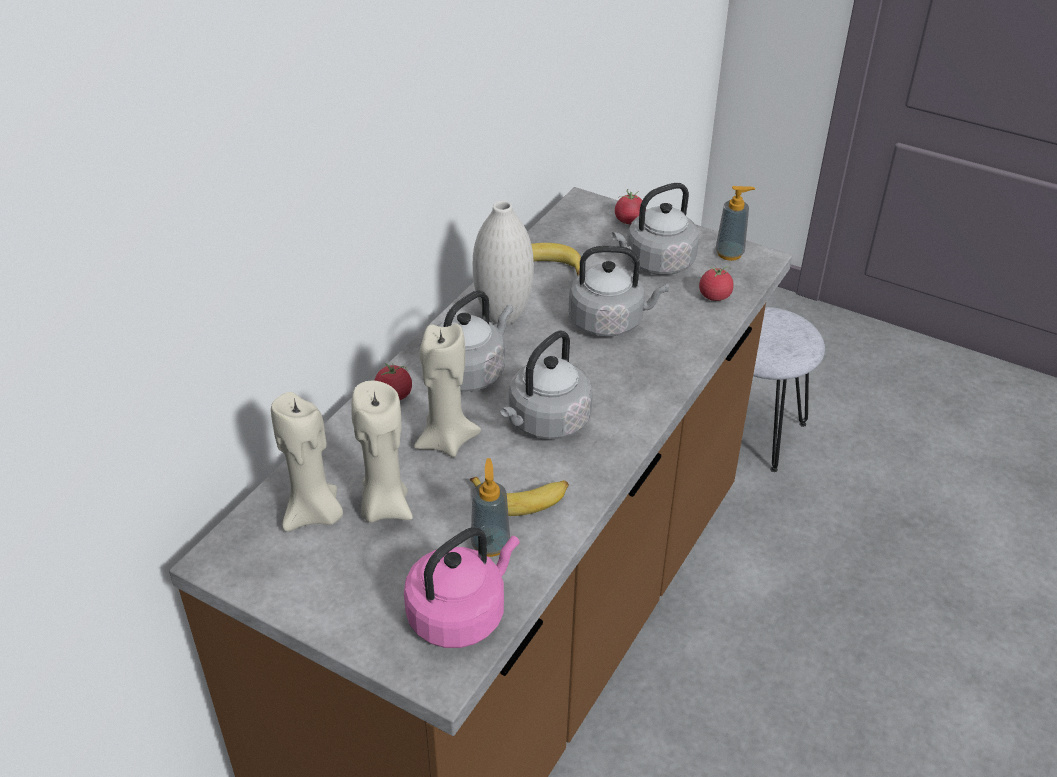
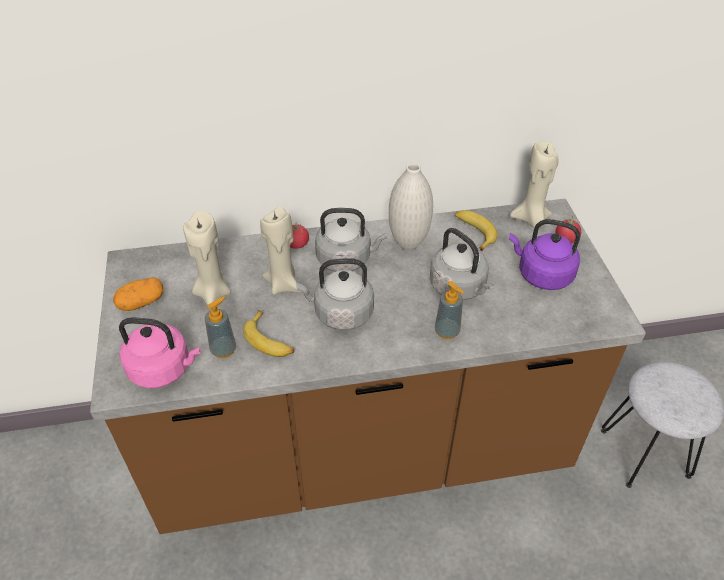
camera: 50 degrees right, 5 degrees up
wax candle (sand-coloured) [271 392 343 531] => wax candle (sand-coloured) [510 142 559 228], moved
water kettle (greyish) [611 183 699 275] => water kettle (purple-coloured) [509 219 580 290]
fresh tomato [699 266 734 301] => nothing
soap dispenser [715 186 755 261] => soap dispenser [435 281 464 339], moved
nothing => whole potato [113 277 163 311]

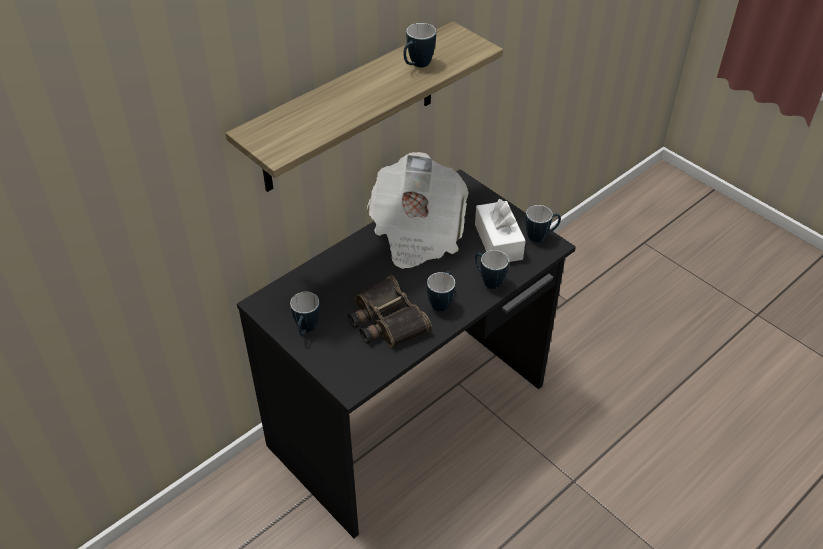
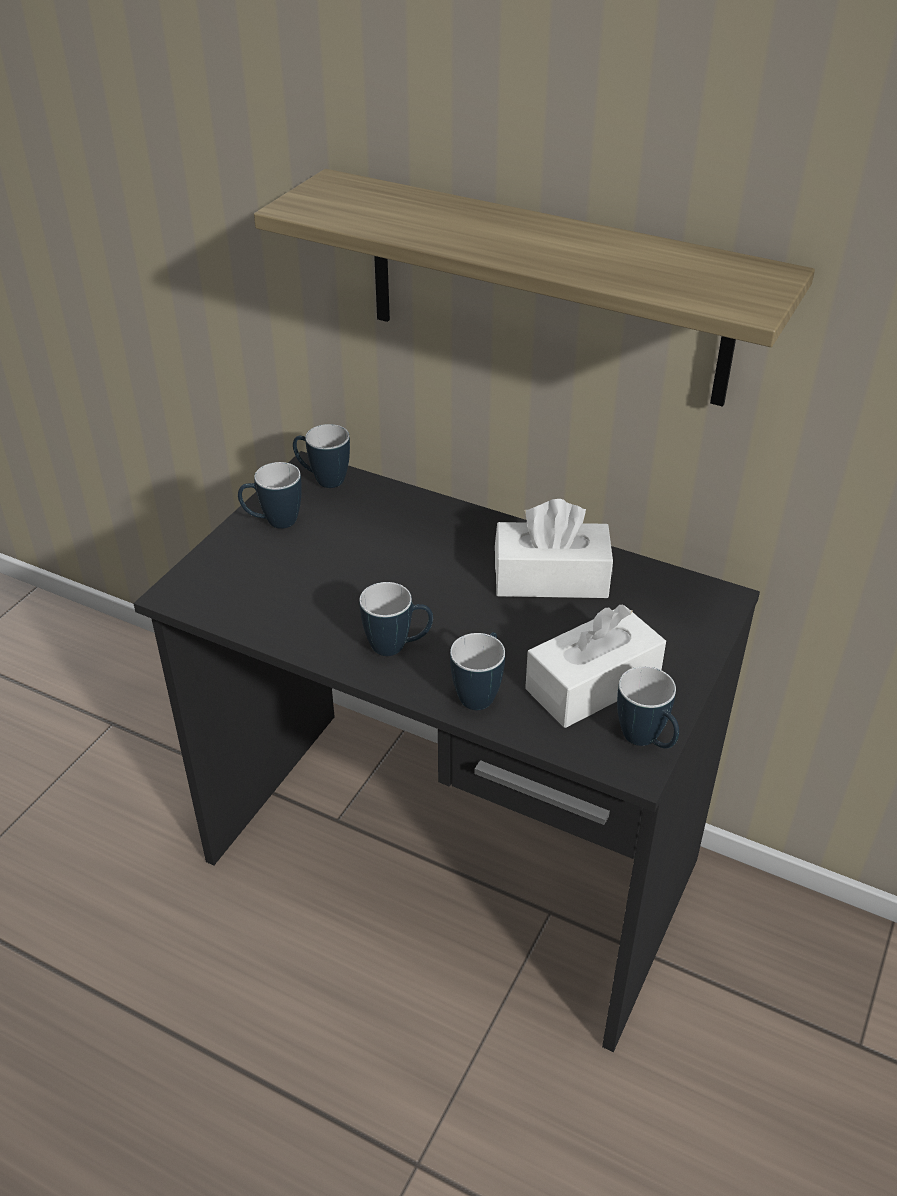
camera: 70 degrees right, 5 degrees down
pair of binoculars [348 275 432 347] => nothing
printed paper [367 152 469 269] => tissue box (whitish) [495 499 613 598]
coffee mug [403 23 436 68] => coffee mug [293 424 350 488], moved

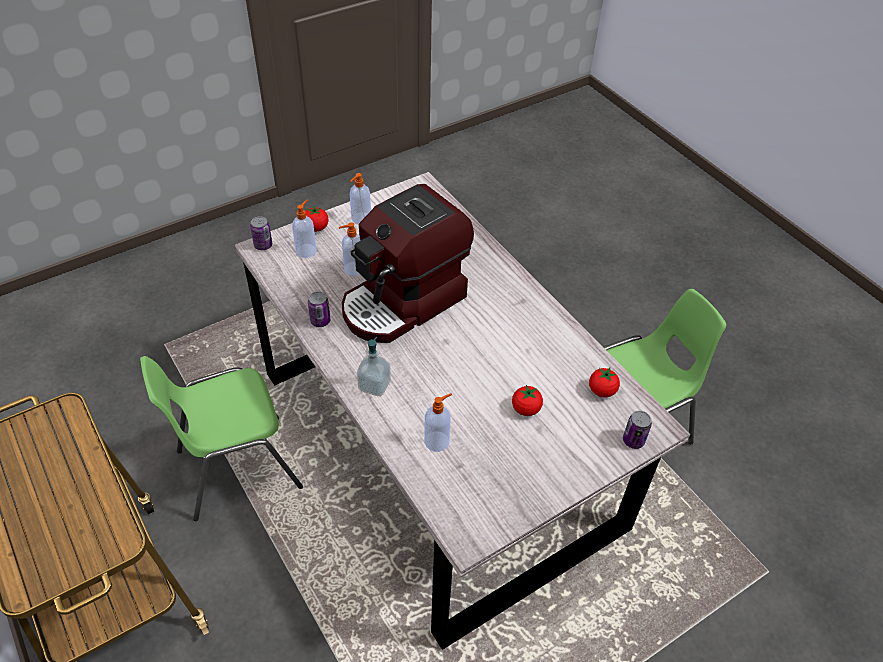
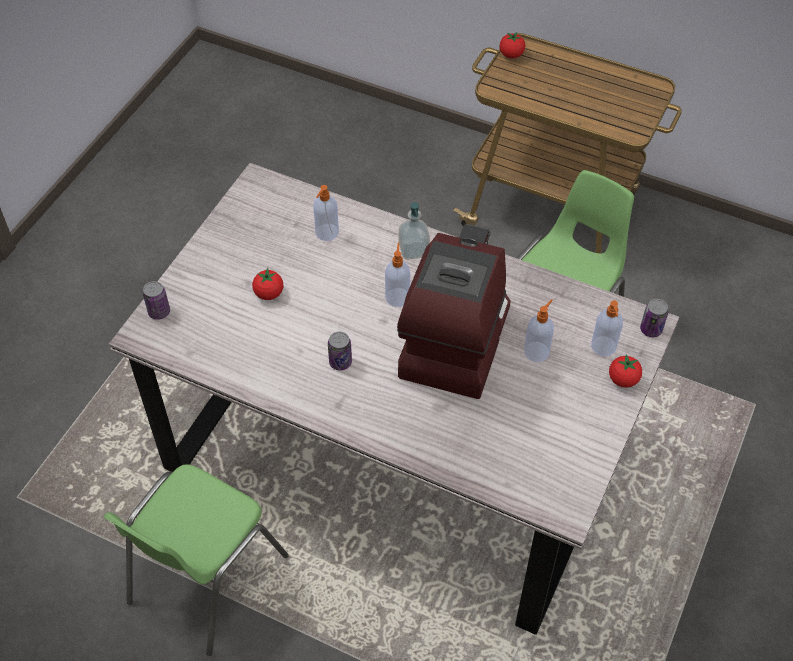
camera: 150 degrees right, 5 degrees up
metal can [308 291 330 327] => metal can [328 332 352 370], moved
soap dispenser [350 173 371 225] => soap dispenser [385 242 410 307], moved
fresh tomato [589 367 620 398] => fresh tomato [499 32 525 59], moved

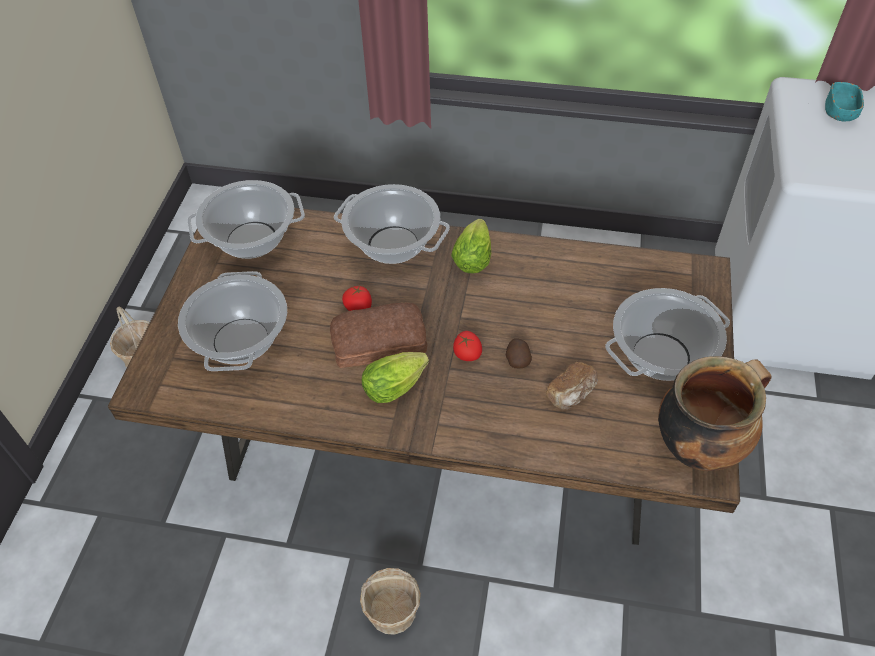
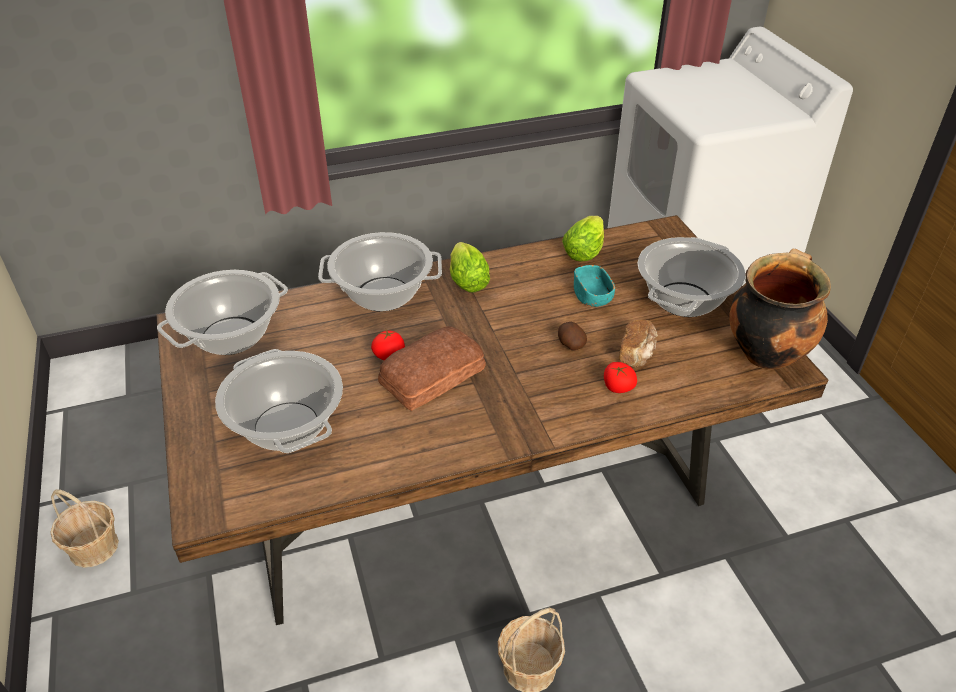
camera: 30 degrees left, 10 degrees down
head of lettuce [362 352 429 403] => head of lettuce [562 216 604 261], moved
fresh tomato [453 331 482 361] => fresh tomato [604 362 637 393], moved
deep dish (turquoise) [825 82 864 121] => deep dish (turquoise) [574 265 615 307], moved

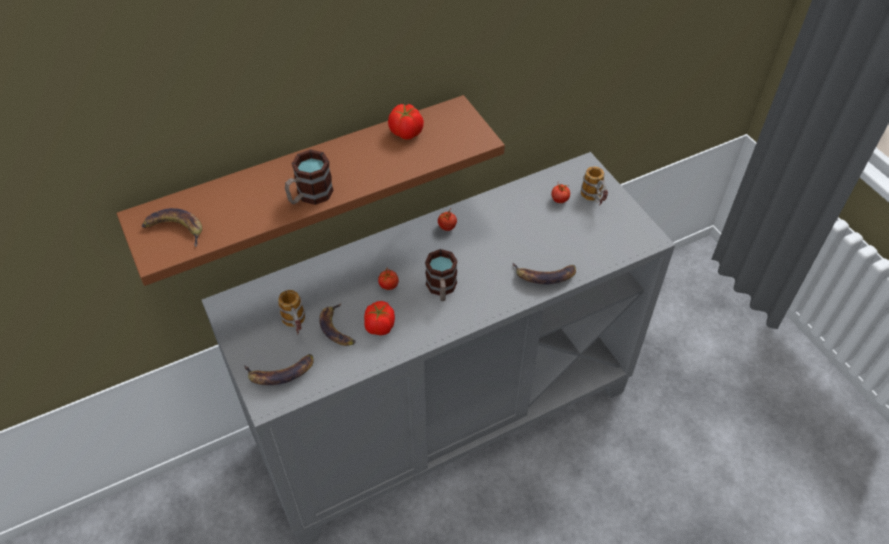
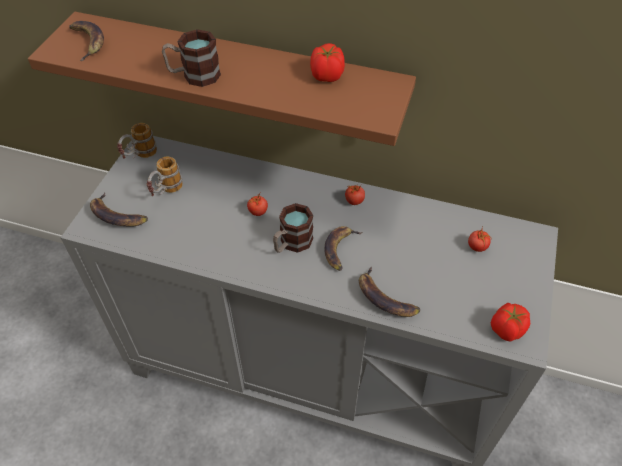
camera: 45 degrees right, 0 degrees up
whole banana [319 303 356 346] => whole banana [324 226 363 271], moved
fresh tomato [364 301 395 335] => fresh tomato [491 303 530 342], moved
coffee mug [581 166 608 206] => coffee mug [117 123 157 159], moved

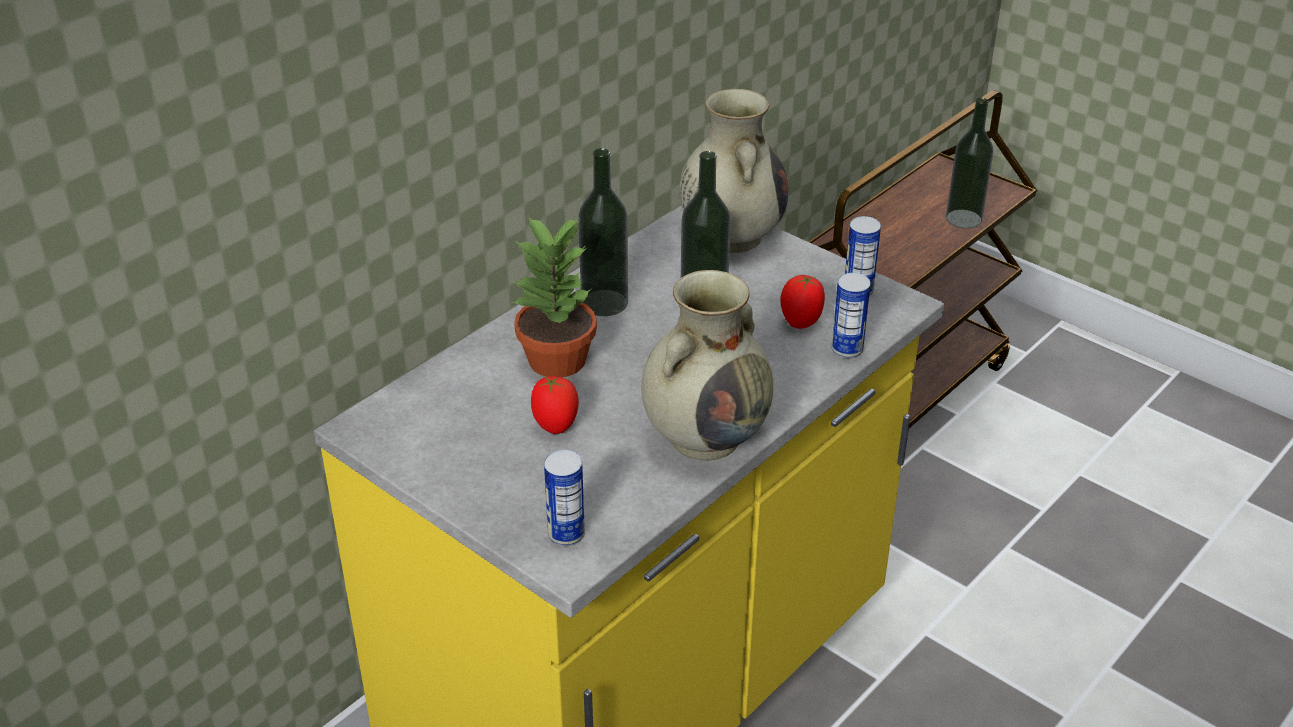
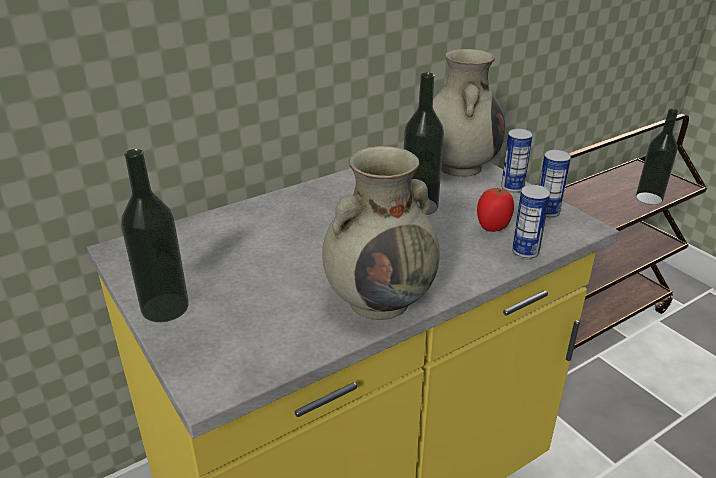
camera: 15 degrees right, 5 degrees down
houseplant [512 216 597 377] => nothing
fresh tomato [531 375 579 434] => nothing
metal can [544 450 585 546] => metal can [501 129 533 193], moved
bottle [578 148 628 316] => bottle [121 149 189 322], moved

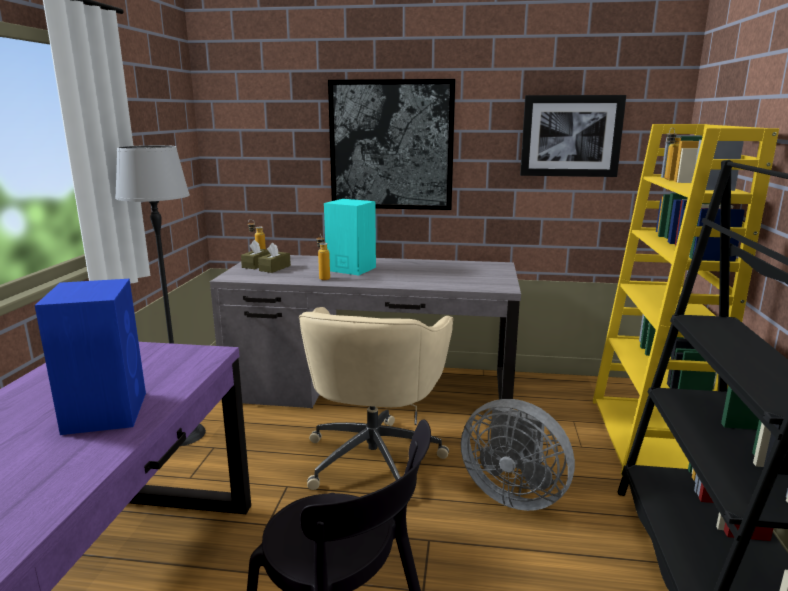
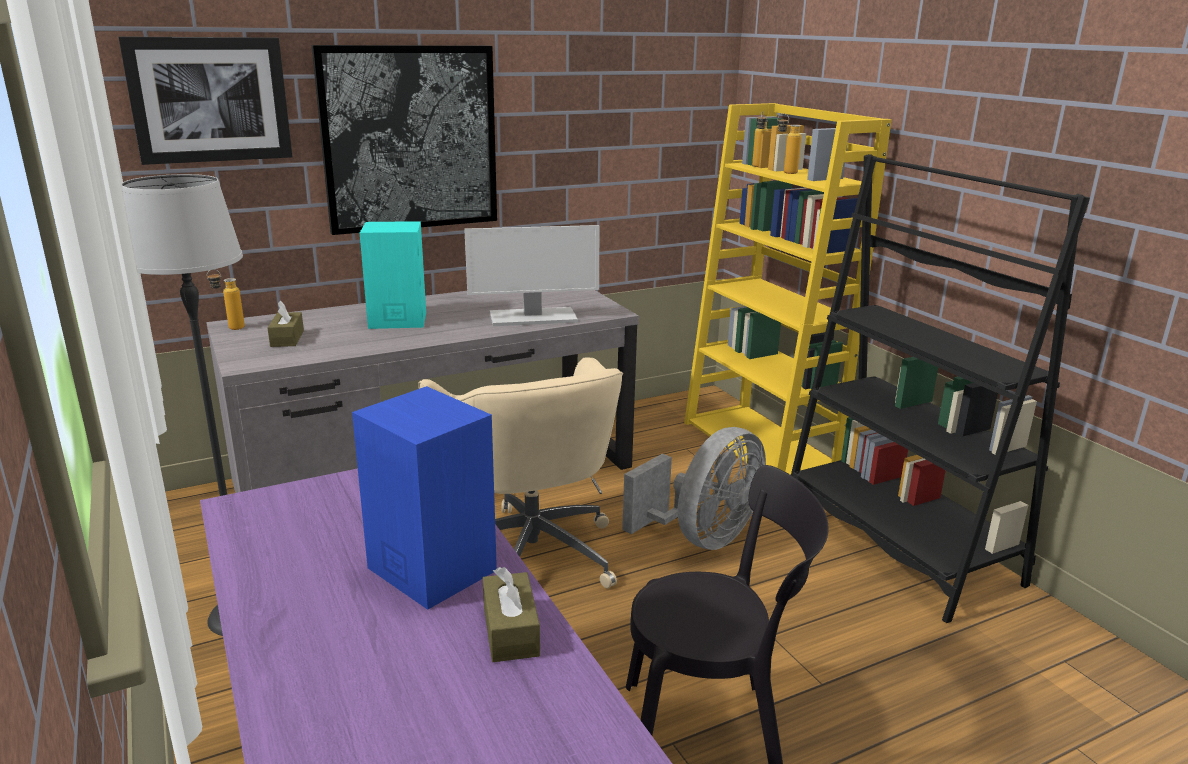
camera: 35 degrees left, 5 degrees up
tissue box (brownish) [241 240 270 269] => tissue box (brownish) [483 567 540 662], moved
bottle [316 234 330 280] => bottle [778 113 801 174], moved
cooling fan (greyish) [461 399 575 511] => cooling fan (greyish) [622 427 766 550], 45 degrees counterclockwise
wall art [520 95 626 177] => wall art [118 36 293 165], moved
nothing => monitor [464 225 599 326]

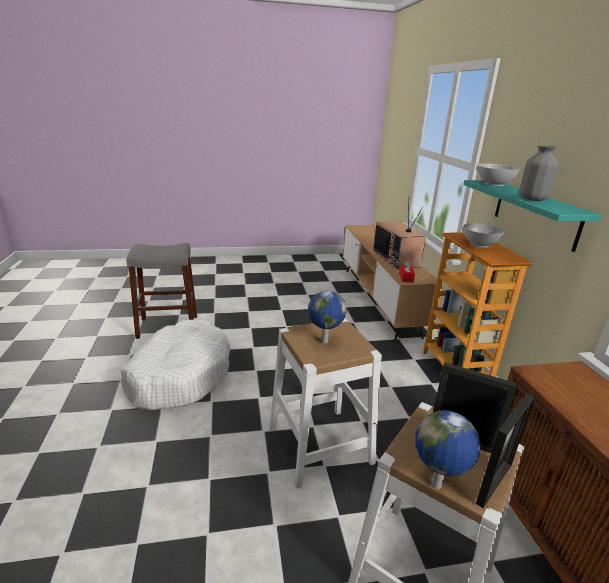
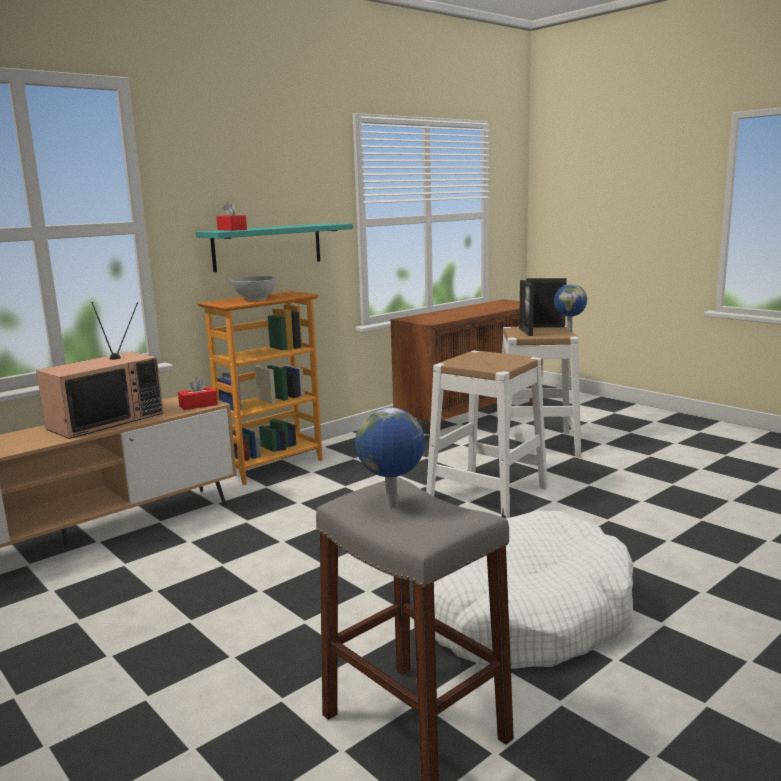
camera: 120 degrees left, 10 degrees down
world globe [308 291 347 343] => world globe [355 407 425 507], moved
deep dish (whitish) [477 163 520 186] => tissue box (red) [216 202 247 231]
flower vase (greyish) [519 145 559 201] => nothing

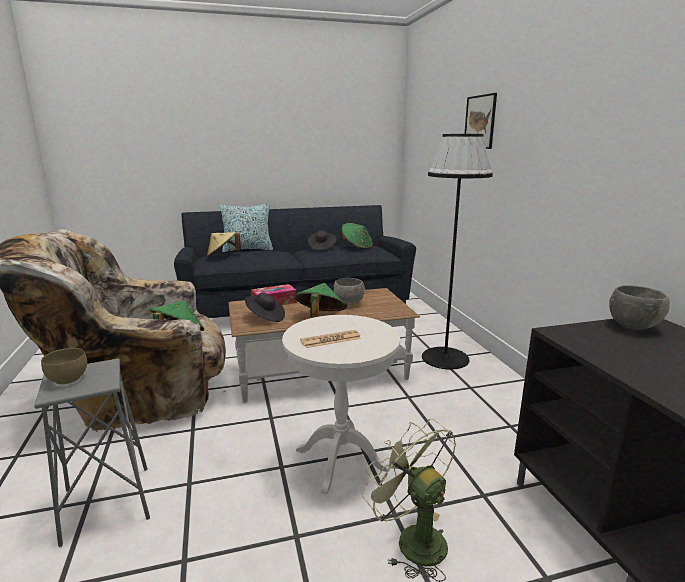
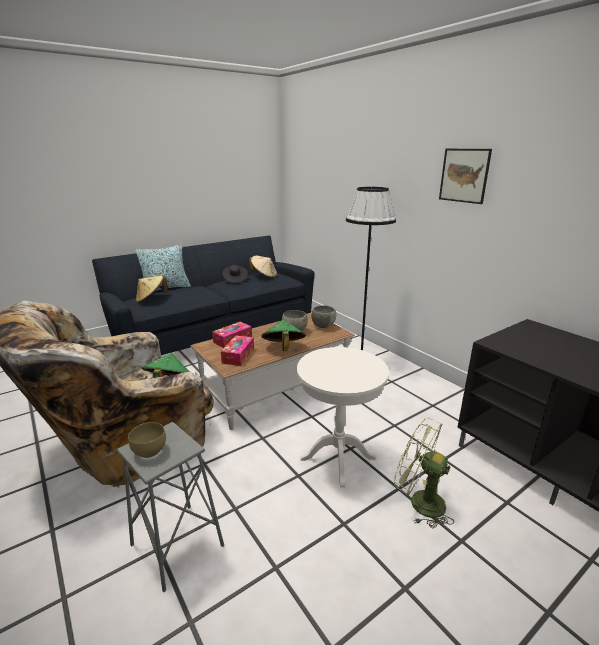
camera: 20 degrees left, 5 degrees up
hat (black) [245 293 285 322] => tissue box [221 335 254 366]
printed paper [300 330 361 348] => nothing
hat (green-coloured) [341 223 373 249] => hat (sand-coloured) [249 256 277 278]
wall art [465 93 497 149] => wall art [439 149 492 204], moved
deep dish (greyish) [609 285 670 330] => deep dish (greyish) [311 305 336 328], moved

